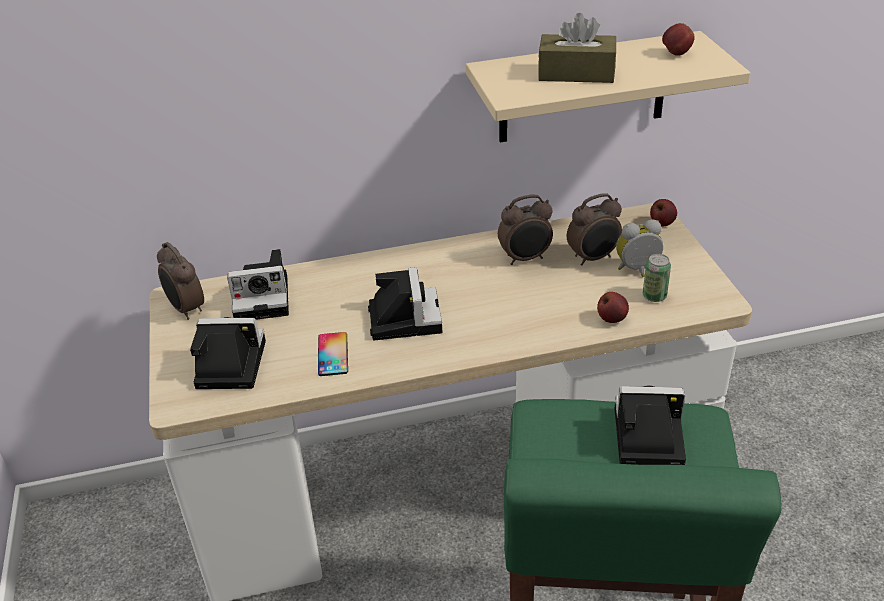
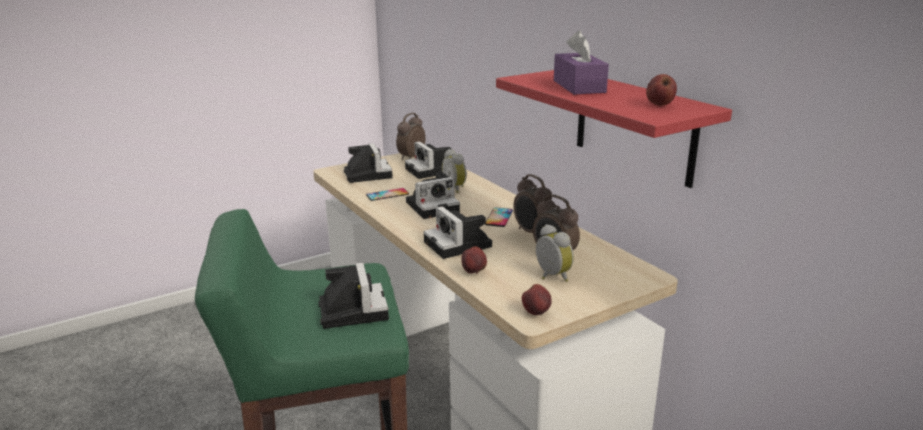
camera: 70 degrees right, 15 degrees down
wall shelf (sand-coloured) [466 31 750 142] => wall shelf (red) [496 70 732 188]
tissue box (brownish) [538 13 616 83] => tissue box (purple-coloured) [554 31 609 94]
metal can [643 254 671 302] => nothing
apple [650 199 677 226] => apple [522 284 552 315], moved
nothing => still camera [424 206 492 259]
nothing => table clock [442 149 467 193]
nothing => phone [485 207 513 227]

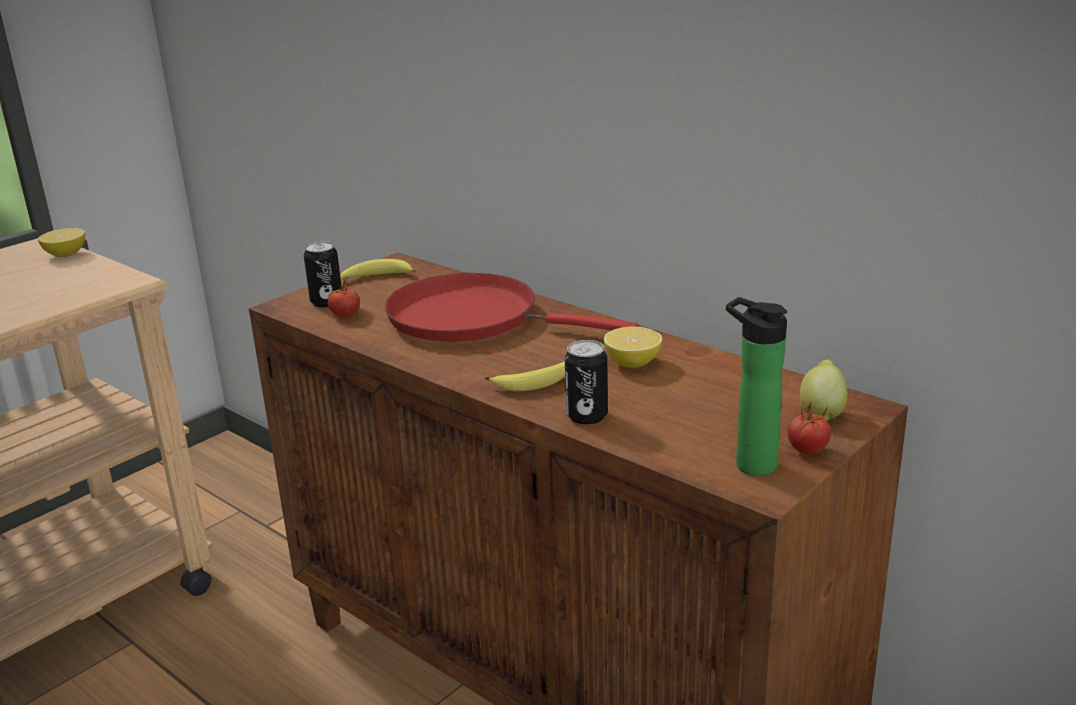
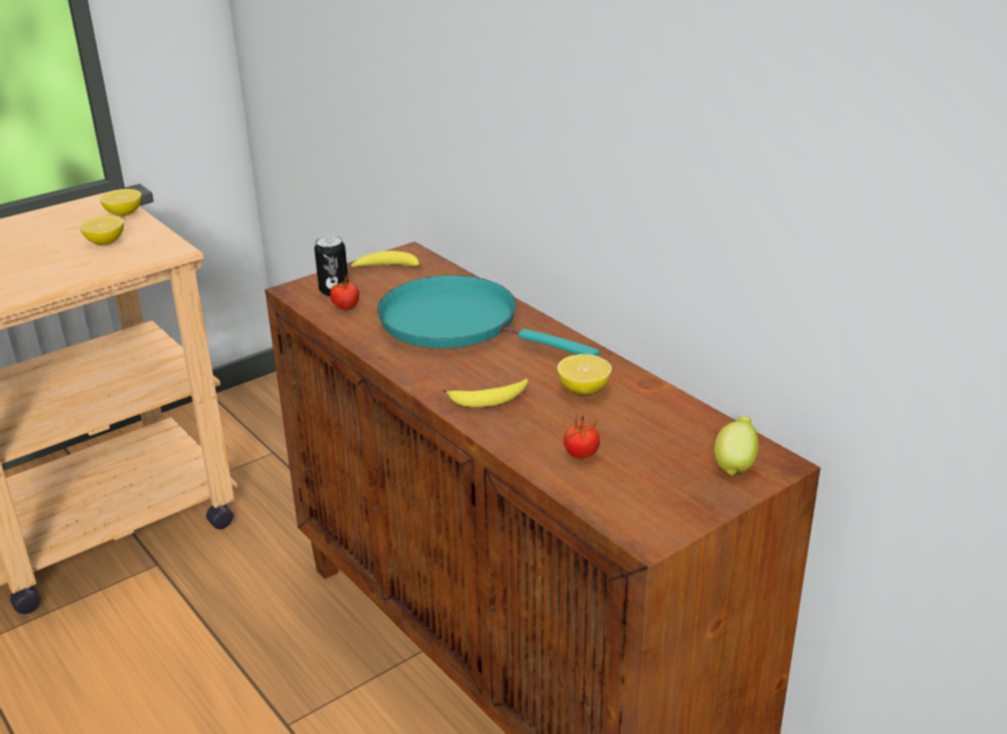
camera: 10 degrees right, 5 degrees up
frying pan (red) [385 273 639 342] => frying pan (turquoise) [377 275 600 356]
metal can [565 340 608 424] => nothing
bottle [726 297 787 476] => nothing
fresh tomato [788 401 831 454] => fresh tomato [564 415 600 458], moved
nothing => lemon [80 216 124 245]

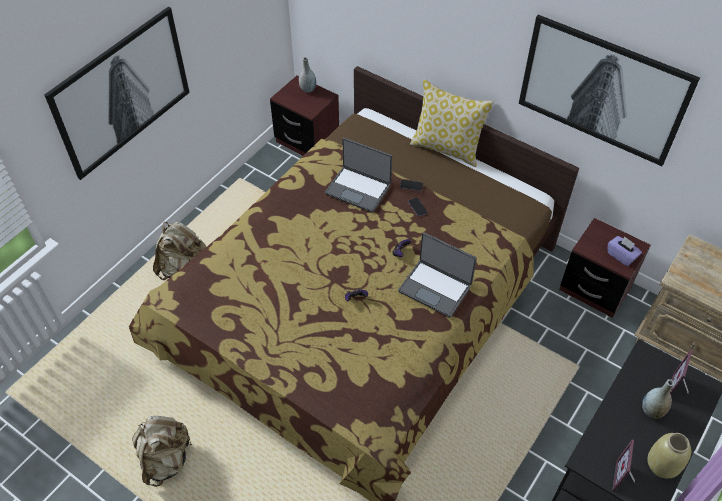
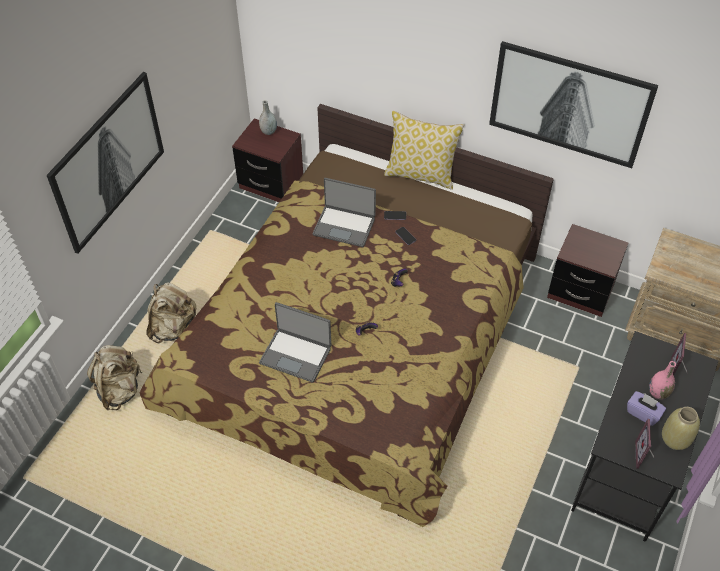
camera: 10 degrees left, 0 degrees up
backpack (sand-coloured) [132 416 193 487] => backpack (sand-coloured) [87 345 142 410], moved
laptop [398 232 477 318] => laptop [259 302 331 382], moved
tissue box (purple-coloured) [608 236 642 266] => tissue box (purple-coloured) [627 391 666 426], moved
flower vase (greyish) [642 379 675 418] => flower vase (pink) [649 361 676 399]

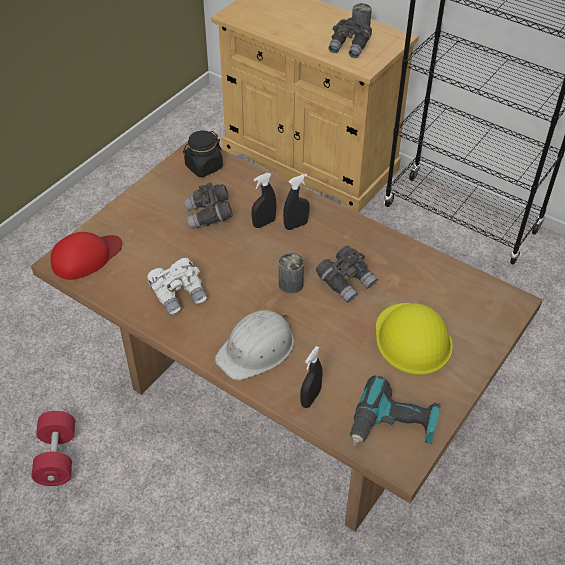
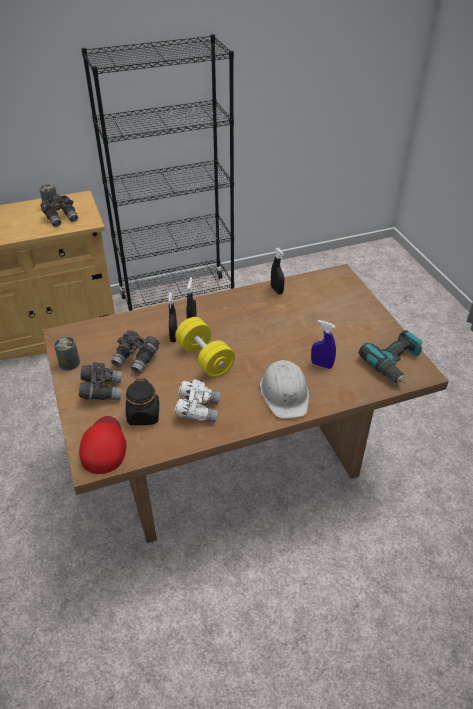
camera: 55 degrees left, 5 degrees down
hand weight (red) [32 411 75 486] => nothing
preserve jar (black) [183 131 223 177] => preserve jar (black) [126 379 159 425], moved
metal can [279 253 304 294] => metal can [54 337 80 371], moved
sprayer (black) [300 346 323 408] => sprayer (black) [271 248 285 294], moved
pair of binoculars (greyish) [316 246 377 303] => pair of binoculars (greyish) [79 362 122 400], moved
hard hat (yellow-coloured) [376 303 453 375] => nothing
nothing => hand weight (yellow-coloured) [175 317 235 378]
nothing => sprayer (blue) [311 320 336 369]

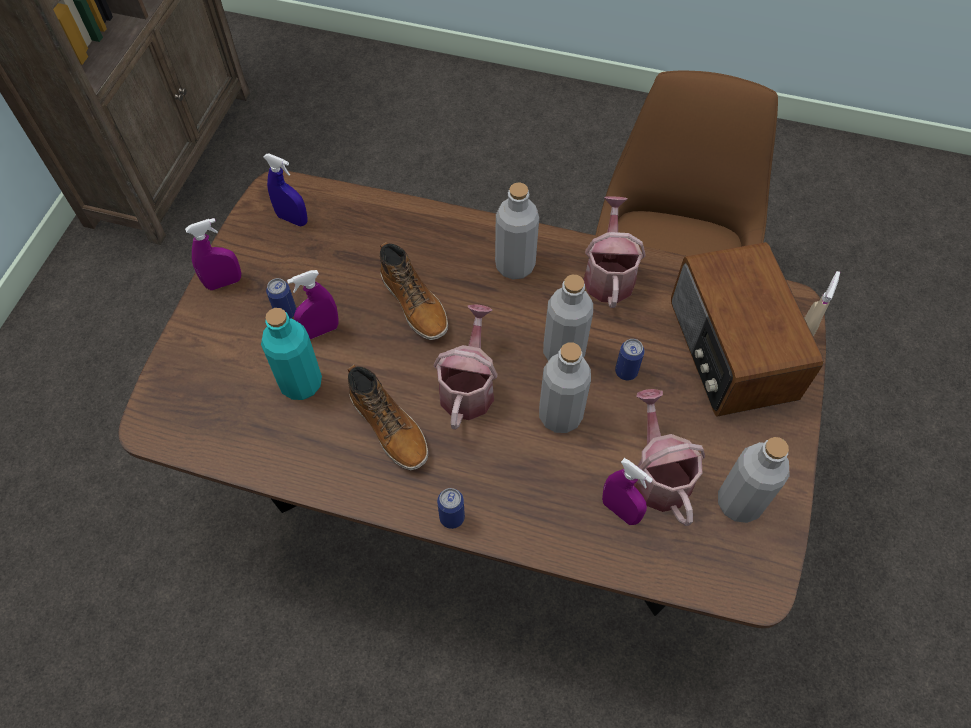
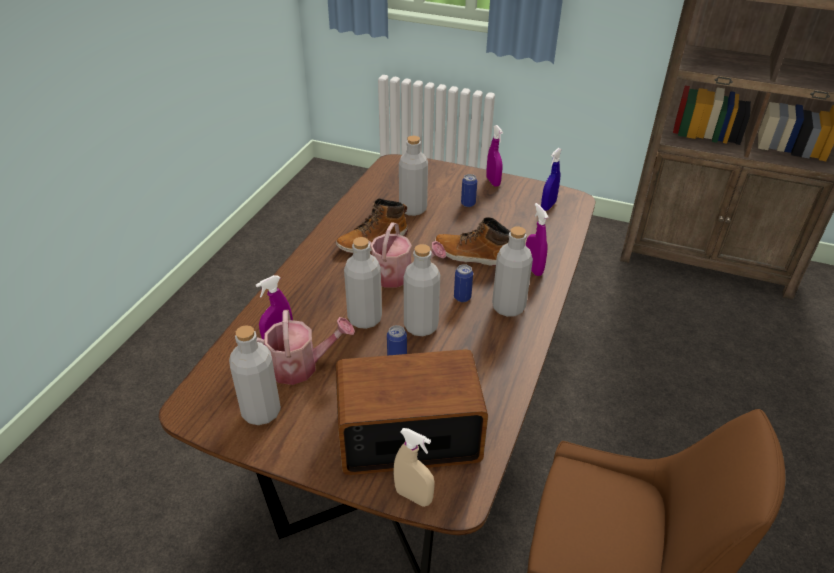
camera: 95 degrees right, 20 degrees down
bottle (turquoise) [261 308 322 400] => bottle (greyish) [399 136 428 216]
sprayer (purple-coloured) [287 270 339 339] => sprayer (purple-coloured) [526 203 549 276], moved
tall boot [380 242 448 340] => tall boot [435 217 510 266], 45 degrees clockwise
metal can [437 488 465 529] => metal can [454 264 473 302], moved
sprinkling can [584 196 646 308] => nothing

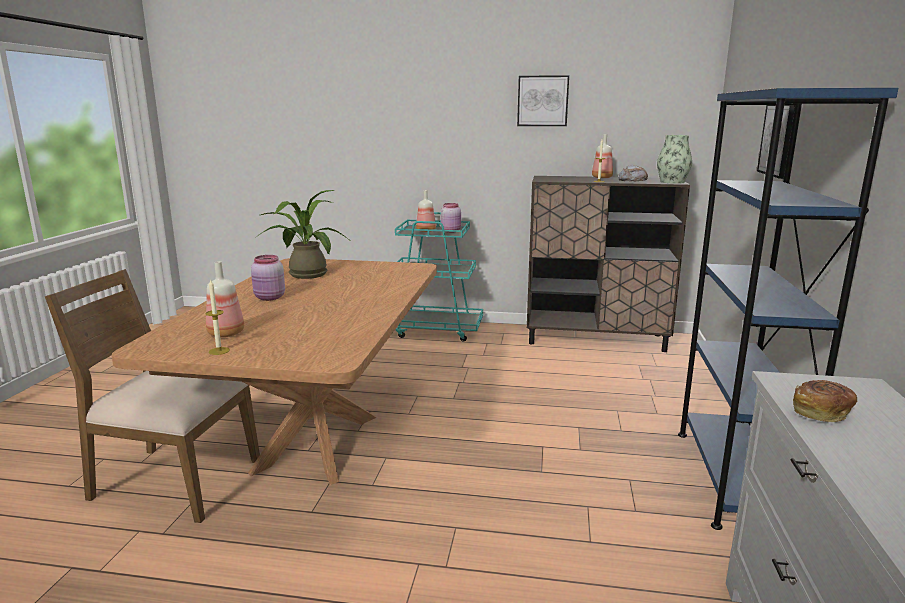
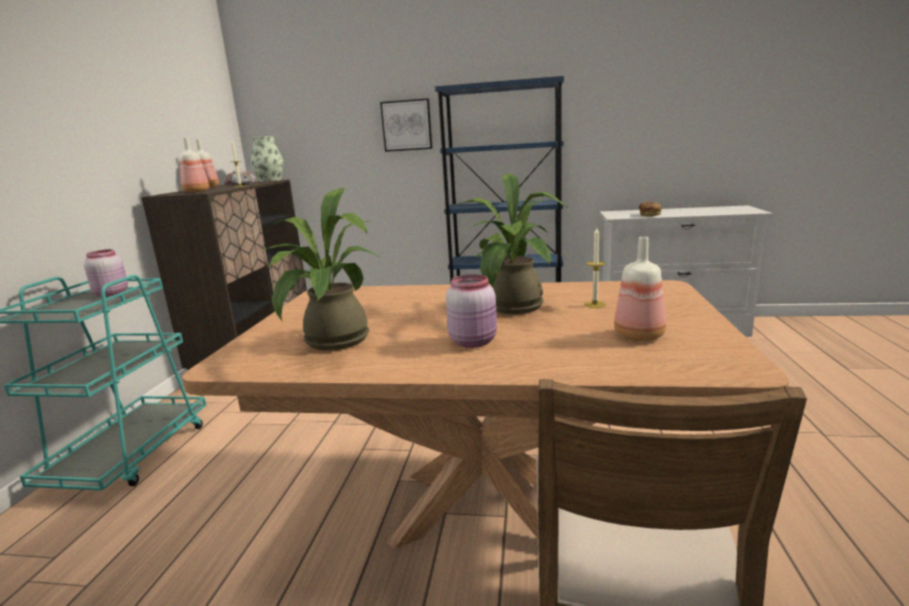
camera: 90 degrees left, 0 degrees up
wax candle [205 279 230 355] => wax candle [584 228 606 308], moved
bottle [416 190 436 232] => bottle [179 138 209 193], moved
wall art [517 75 569 126] => nothing
nothing => houseplant [453 173 568 314]

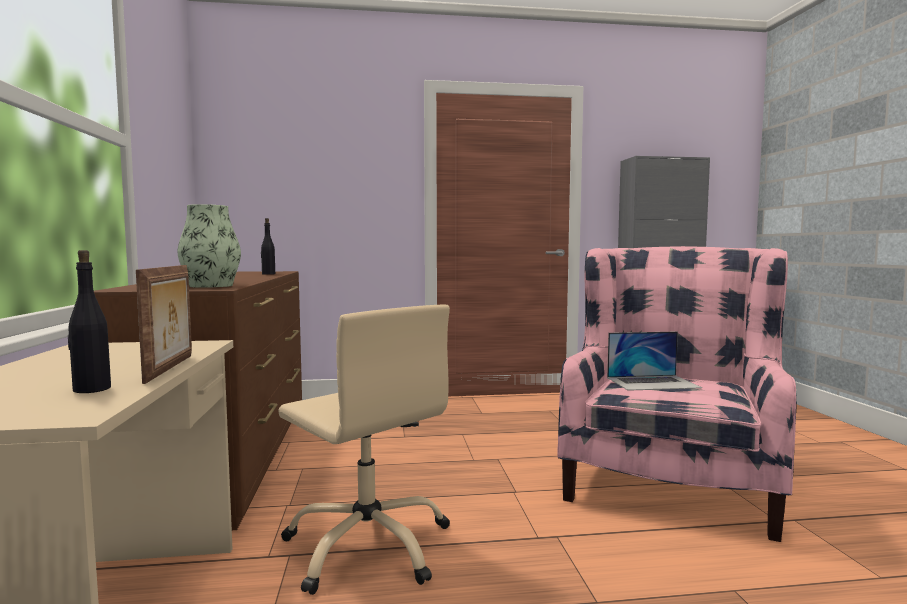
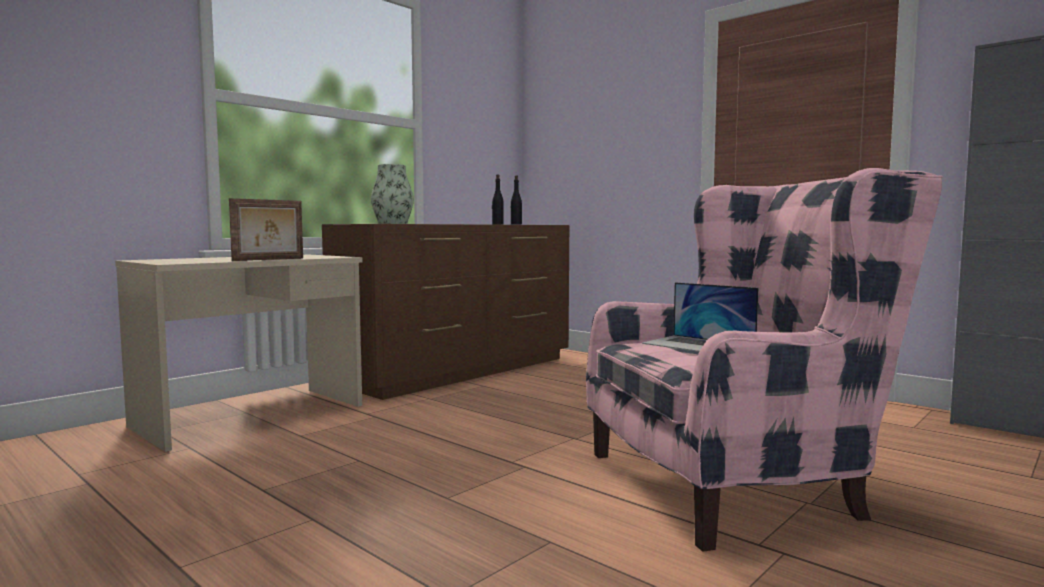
camera: 50 degrees right, 0 degrees up
bottle (black) [68 250 111 393] => bottle (black) [492 174 504 225], moved
desk chair (sand-coloured) [278 305 450 595] => nothing

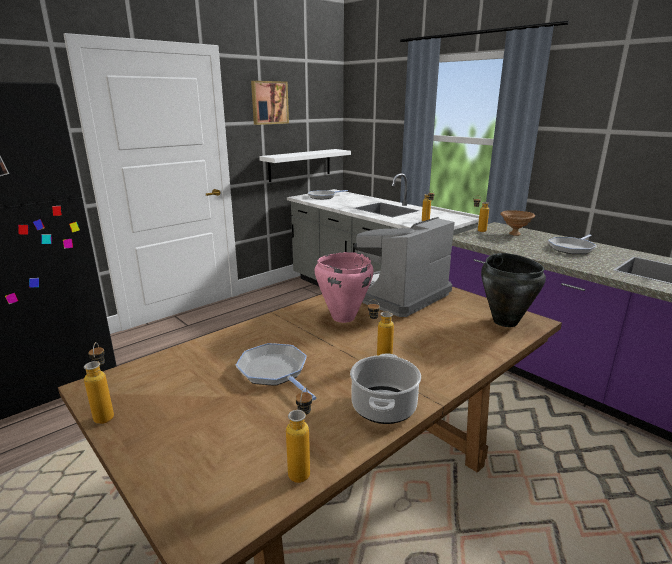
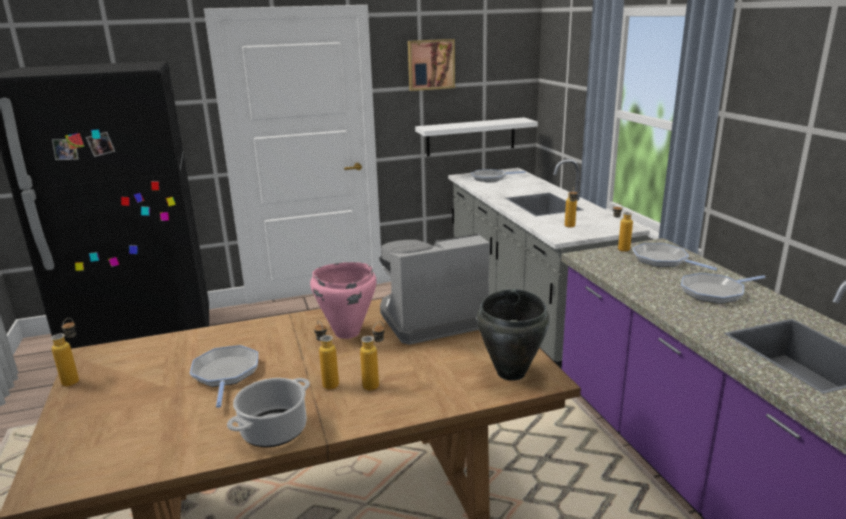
camera: 25 degrees right, 0 degrees up
bottle [286 387 312 483] => bottle [360 321 385 391], moved
deep dish (brownish) [500 210 535 236] => frying pan [633 243 717 270]

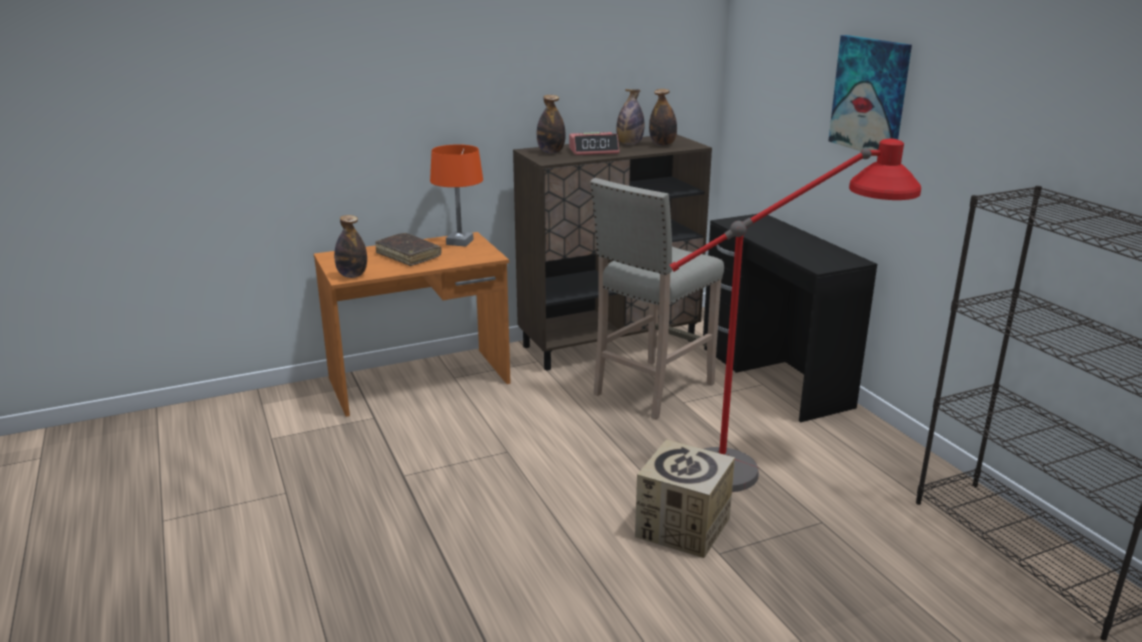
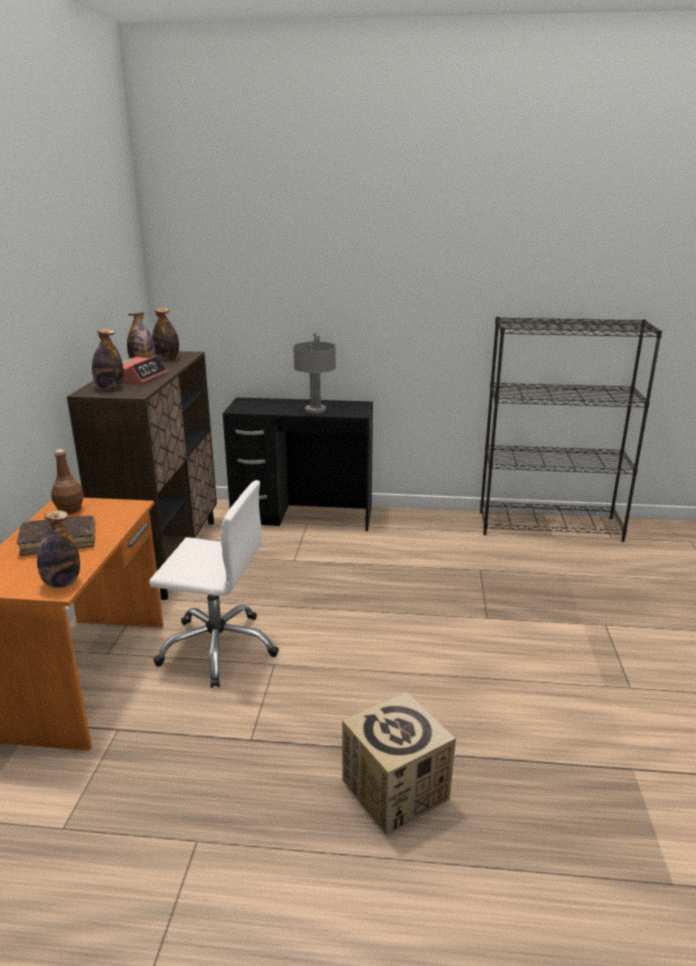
camera: 60 degrees left, 0 degrees up
tabletop lamp (orangey) [430 144 483 247] => bottle (brownish) [51 449 84 514]
stool seat (sand-coloured) [590 178 724 420] => nothing
carton [635 439 735 558] => carton [342 692 456 836], moved
standing lamp (red) [670 139 921 492] => nothing
wall art [828 35 912 151] => nothing
nothing => desk chair (whitish) [149 480 279 688]
nothing => tabletop lamp (greyish) [293 333 336 414]

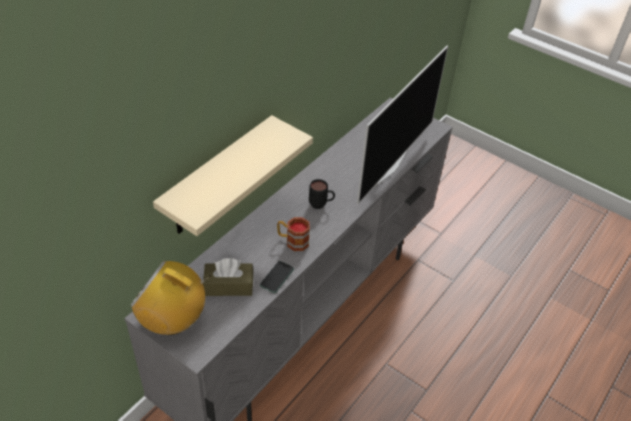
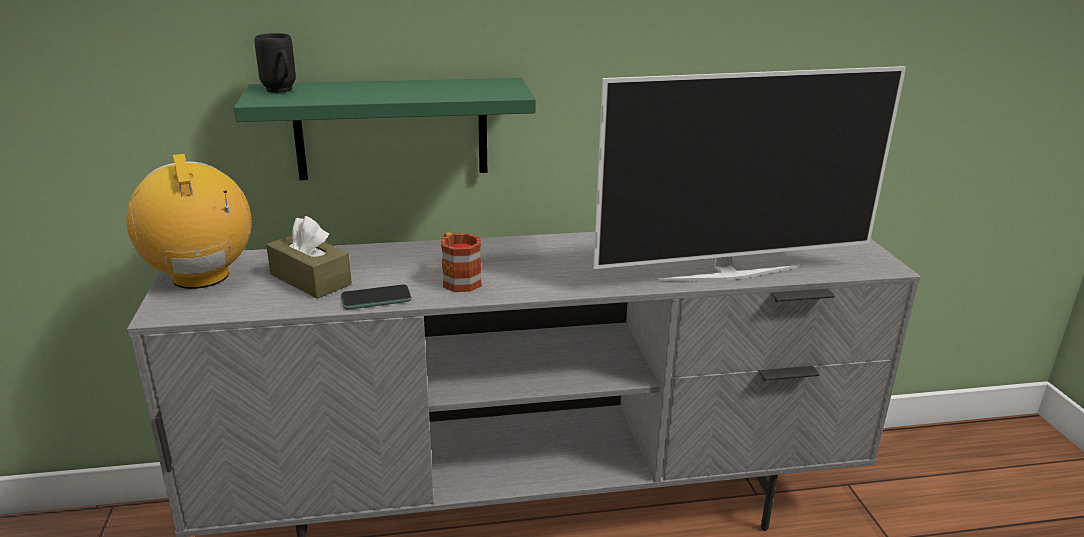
camera: 45 degrees right, 20 degrees down
wall shelf (sand-coloured) [153 115 313 236] => wall shelf (green-coloured) [234 78 536 180]
coffee mug (black) [309 179 335 209] => coffee mug (black) [255 33 296 93], moved

